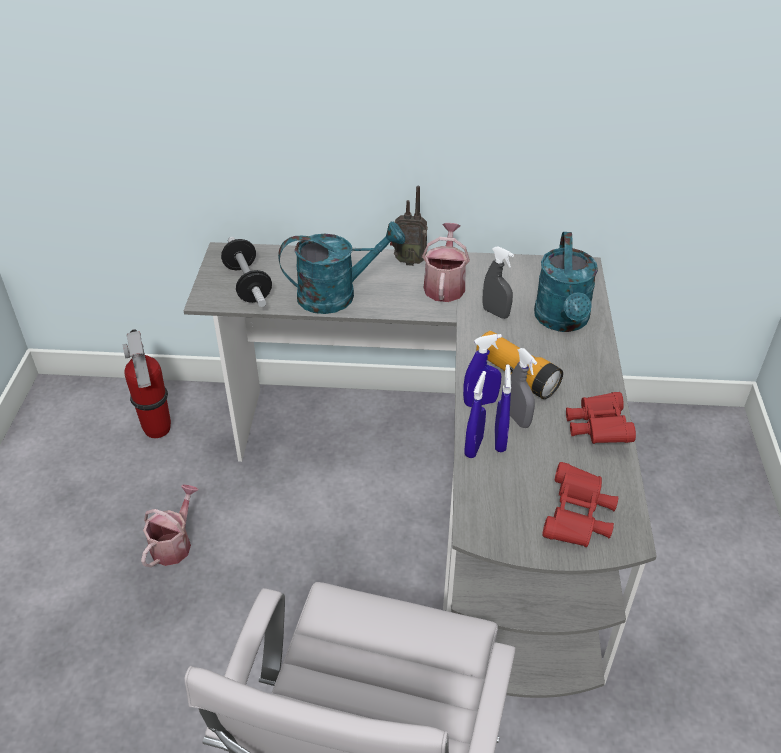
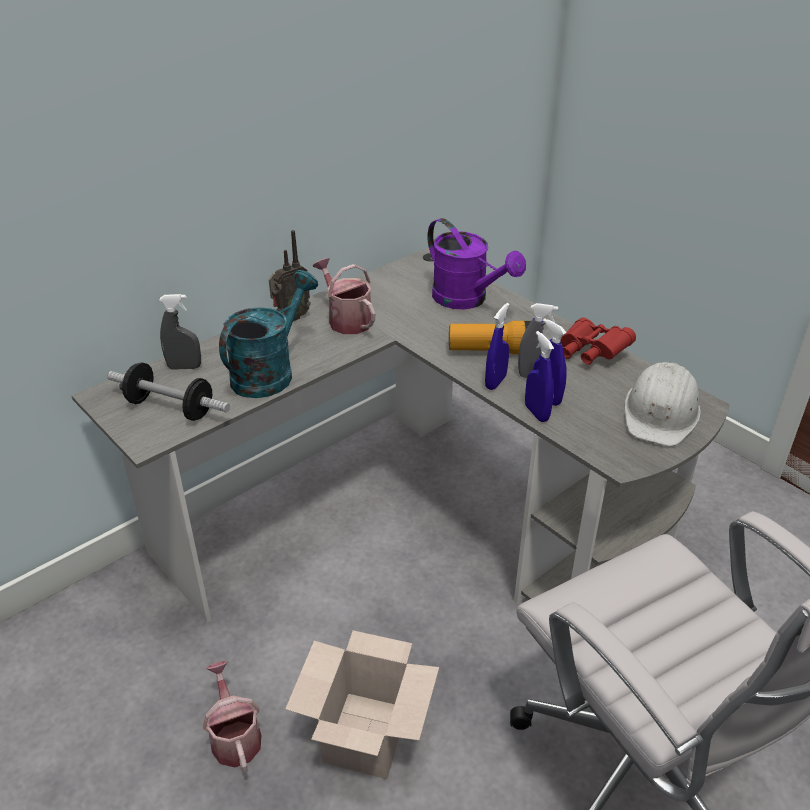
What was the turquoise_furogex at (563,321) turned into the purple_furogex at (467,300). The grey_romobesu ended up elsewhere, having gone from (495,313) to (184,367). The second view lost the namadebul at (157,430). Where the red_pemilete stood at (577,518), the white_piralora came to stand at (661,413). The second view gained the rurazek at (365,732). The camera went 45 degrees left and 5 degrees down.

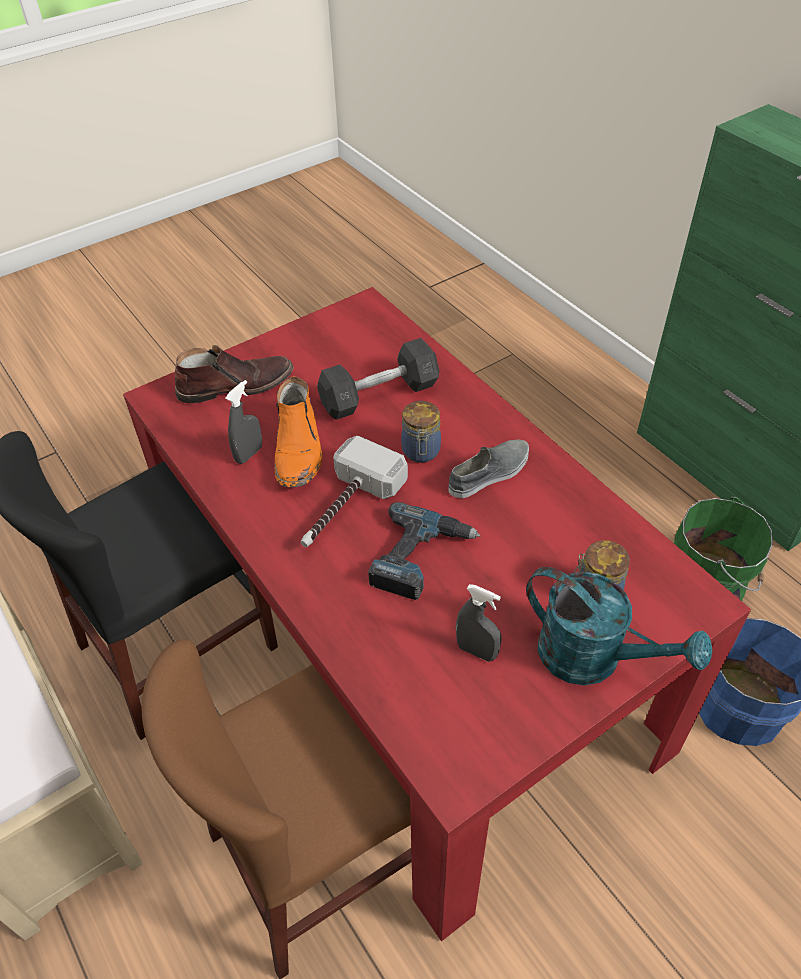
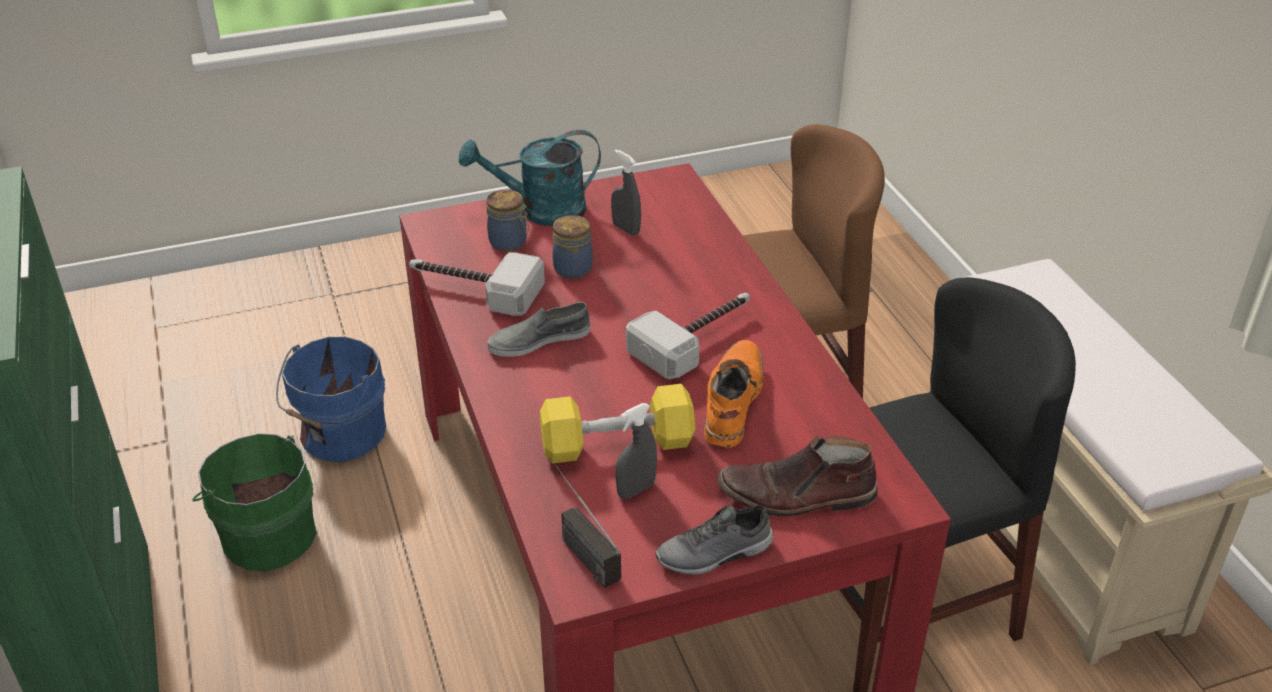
What was the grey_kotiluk at (379,395) turned into the yellow_kotiluk at (617,444). The grey_romobesu ended up elsewhere, having gone from (249,454) to (636,489). The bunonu ended up elsewhere, having gone from (421,452) to (573,268). The second view lost the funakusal at (420,558). The turquoise_furogex at (594,658) ended up facing another way, 60 degrees counterclockwise from before. The second view gained the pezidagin at (473,289). The second view gained the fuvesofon at (577,548). The second view gained the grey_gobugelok at (715,554). The camera went 165 degrees left and 10 degrees down.

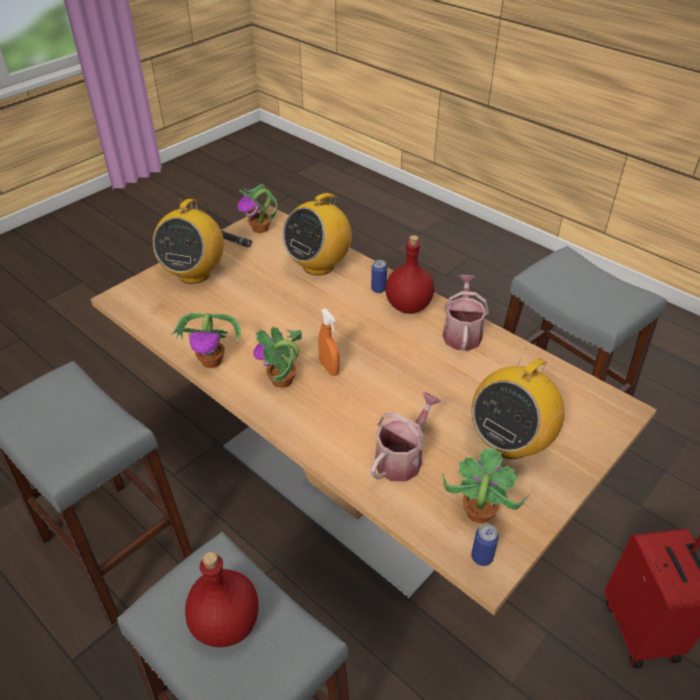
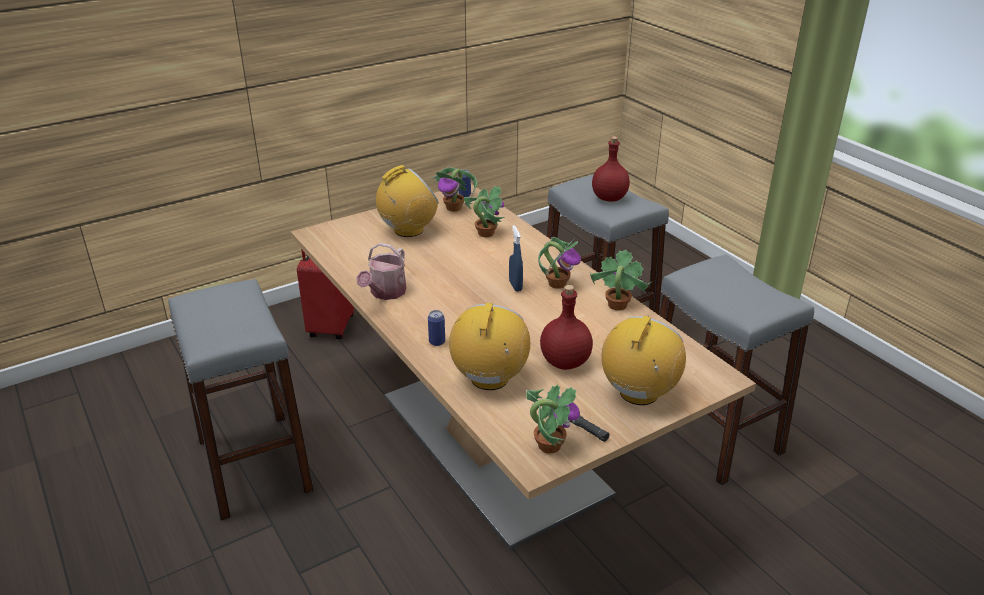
The fuvesofon at (318,265) ended up facing another way, 45 degrees counterclockwise from before. The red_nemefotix ended up elsewhere, having gone from (409,306) to (564,362). What was the orange_romobesu at (329,368) turned into the blue_romobesu at (515,286). Where the furogex stood at (402,458), the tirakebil came to stand at (485,233). The camera went 165 degrees left and 10 degrees down.

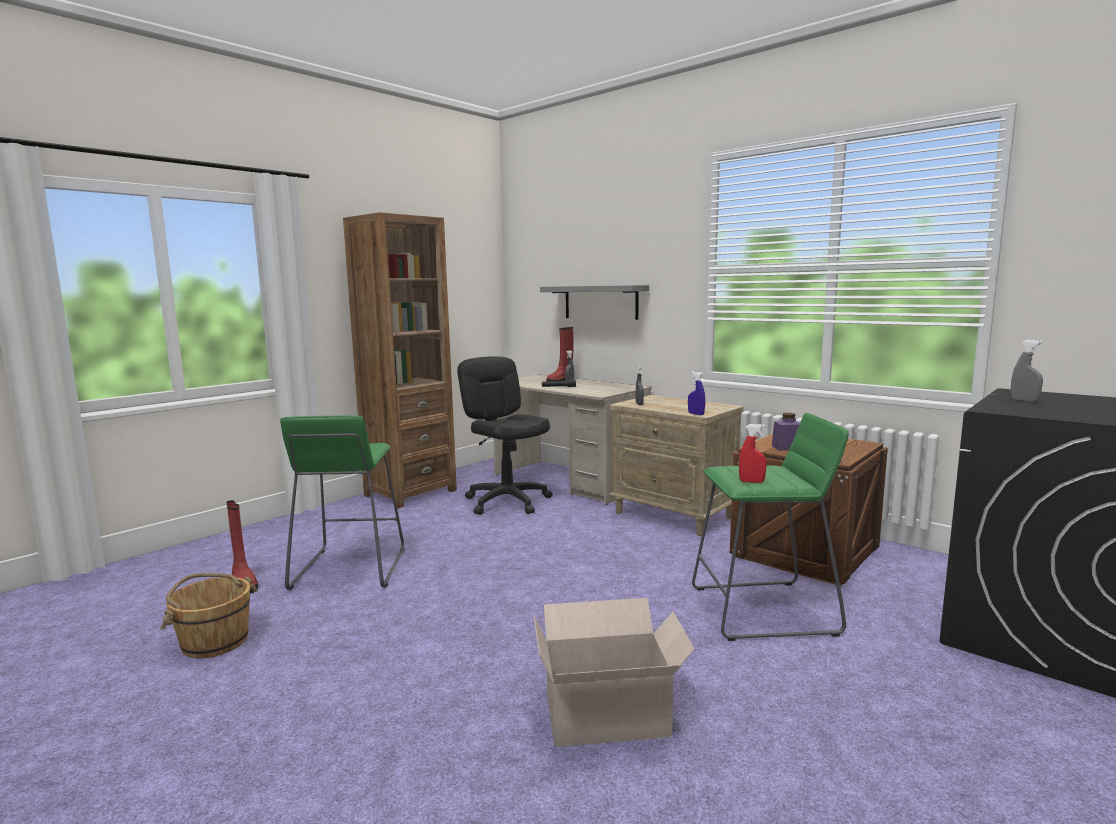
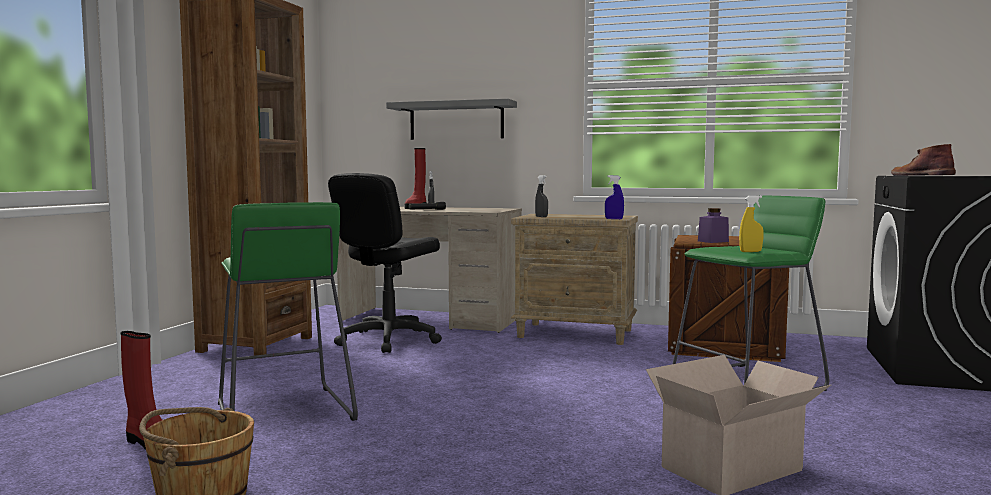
Where the grey_romobesu stood at (1024,400), the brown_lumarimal came to stand at (922,175). The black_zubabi at (507,501) ended up facing another way, 90 degrees counterclockwise from before. What was the red_romobesu at (751,481) turned into the yellow_romobesu at (750,251). The camera went 25 degrees left and 5 degrees down.

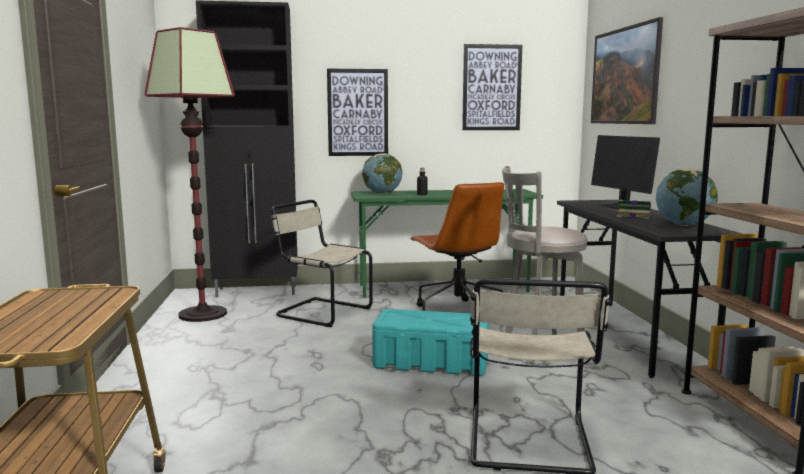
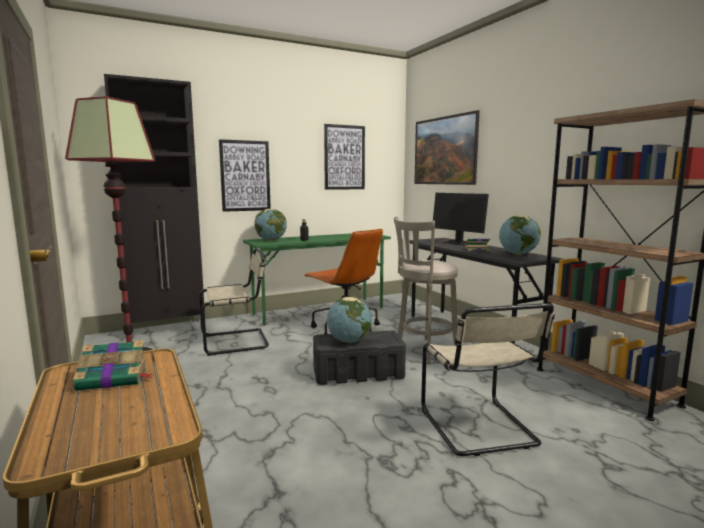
The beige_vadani at (321,312) ended up facing another way, 150 degrees clockwise from before. What was the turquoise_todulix at (432,362) turned into the black_todulix at (359,373). The second view gained the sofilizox at (349,341). The second view gained the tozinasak at (114,378). The camera went 20 degrees left and 0 degrees up.

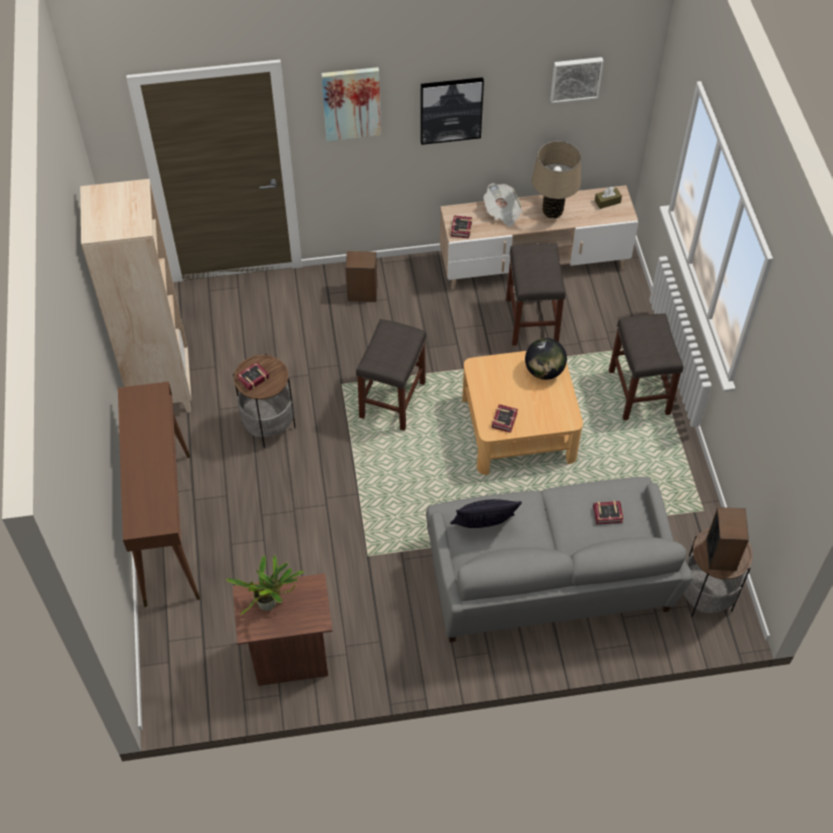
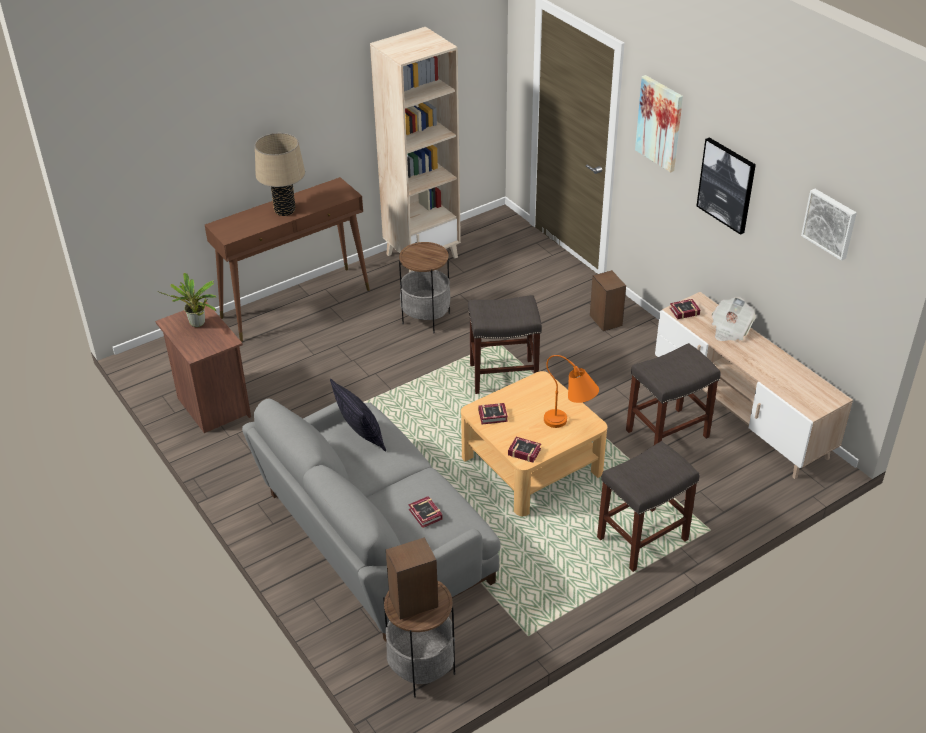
The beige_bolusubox ended up elsewhere, having gone from (552,211) to (285,211). The second view lost the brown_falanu at (607,202). Where the sofilizox stood at (544,371), the orange_bolusubox came to stand at (570,424). The tozinasak ended up elsewhere, having gone from (251,378) to (523,451). The camera went 65 degrees right and 15 degrees down.

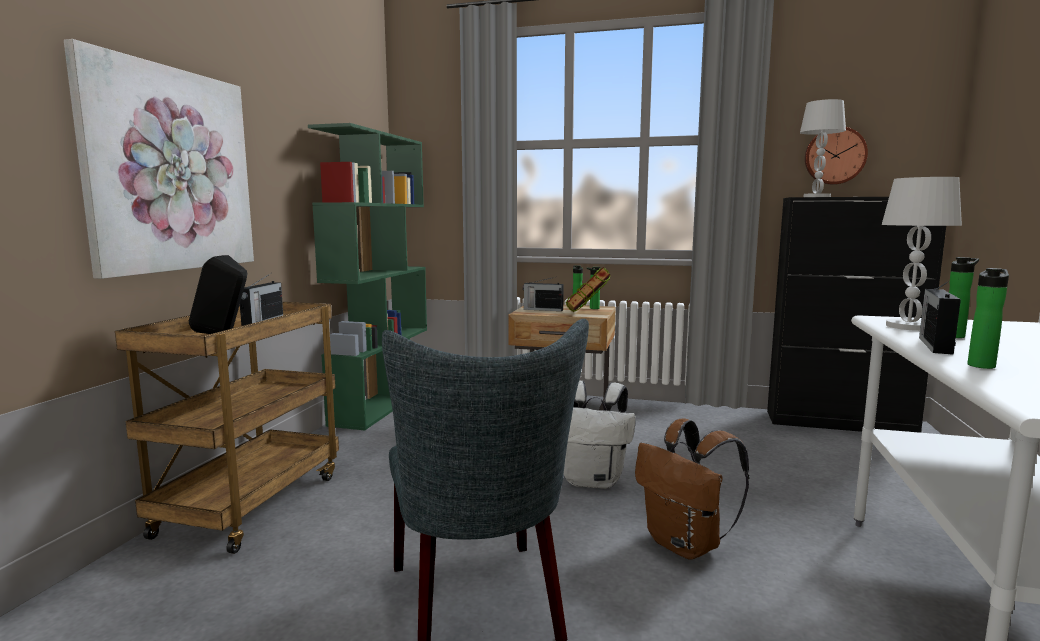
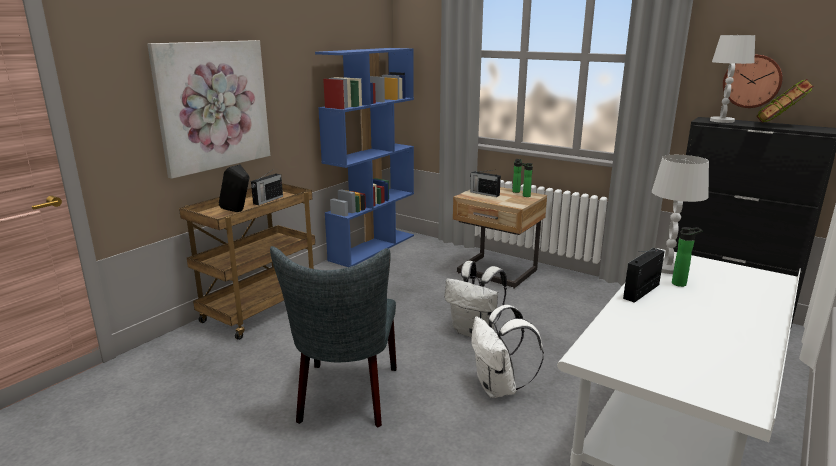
What was the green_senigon at (381,404) turned into the blue_senigon at (372,247). The tozinasak ended up elsewhere, having gone from (587,314) to (778,125). The second view lost the nemefotix at (981,365). What was the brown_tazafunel at (686,545) turned into the white_tazafunel at (499,388). The camera went 20 degrees right and 10 degrees up.

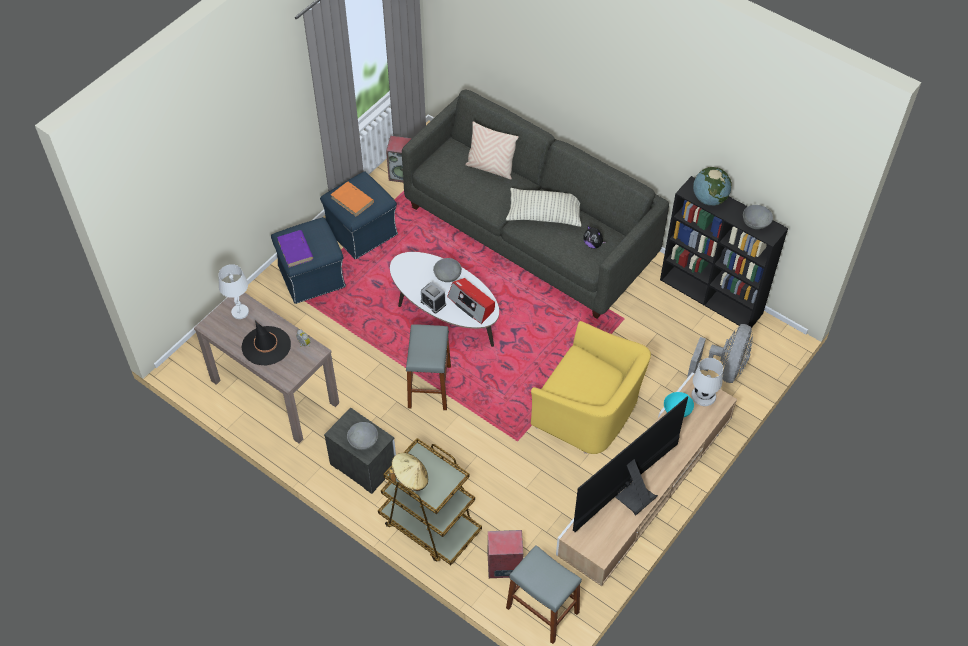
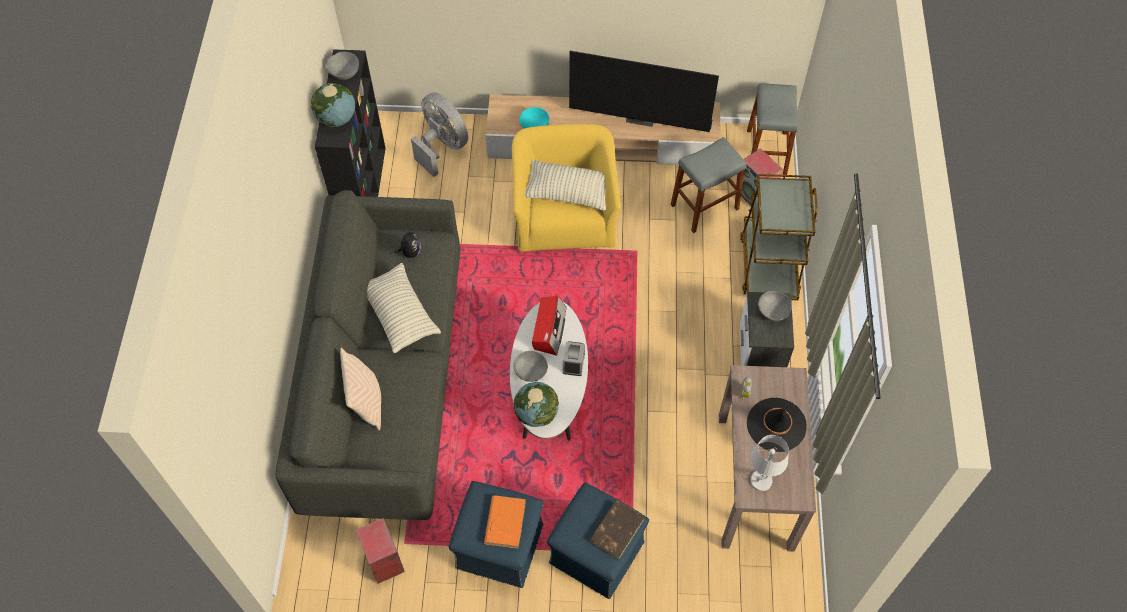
What was the purple_tozinasak at (295,250) turned into the brown_tozinasak at (617,530). The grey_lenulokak ended up elsewhere, having gone from (429,386) to (704,207). The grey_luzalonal at (723,369) ended up facing another way, 60 degrees clockwise from before. The second view lost the white_bolusubox at (703,395). The second view lost the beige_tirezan at (410,478). The second view gained the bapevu at (568,192). The second view gained the sofilizox at (536,414). The camera went 125 degrees left and 5 degrees up.

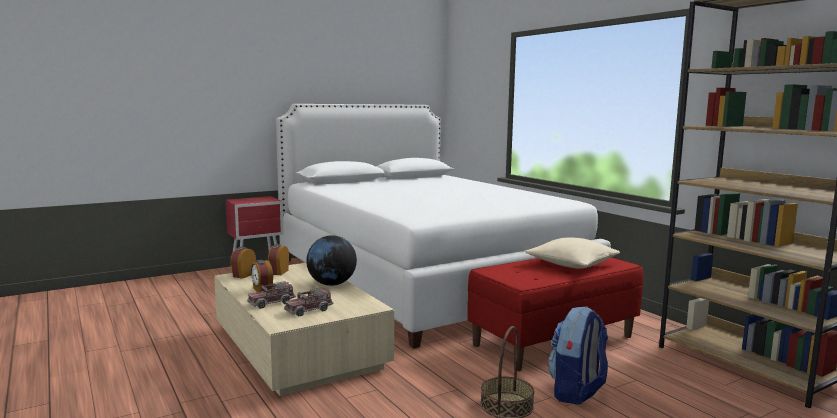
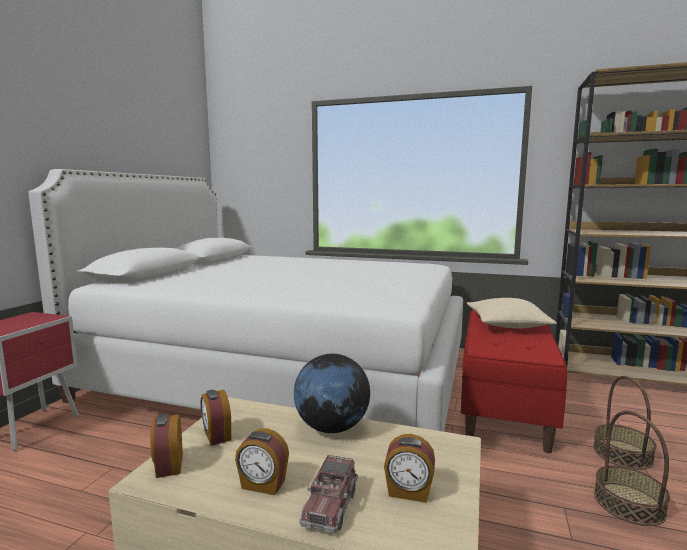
Where the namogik stood at (308,310), the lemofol came to stand at (408,492). Where the tazafunel stood at (576,392), the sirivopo came to stand at (622,454). The camera went 40 degrees left and 0 degrees up.

